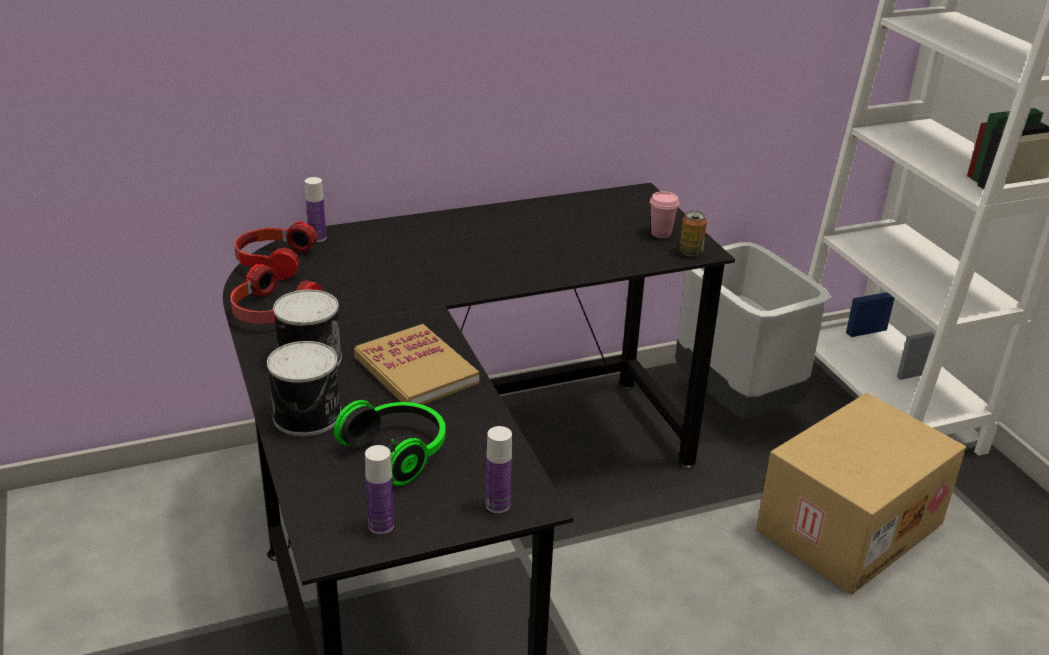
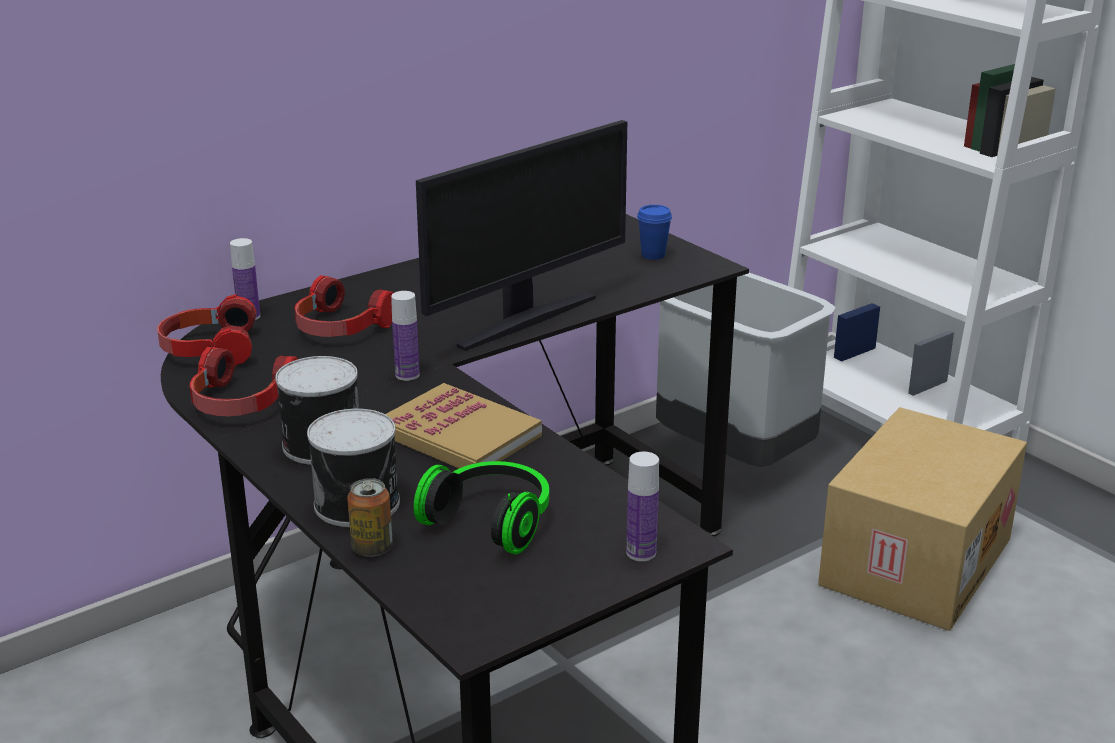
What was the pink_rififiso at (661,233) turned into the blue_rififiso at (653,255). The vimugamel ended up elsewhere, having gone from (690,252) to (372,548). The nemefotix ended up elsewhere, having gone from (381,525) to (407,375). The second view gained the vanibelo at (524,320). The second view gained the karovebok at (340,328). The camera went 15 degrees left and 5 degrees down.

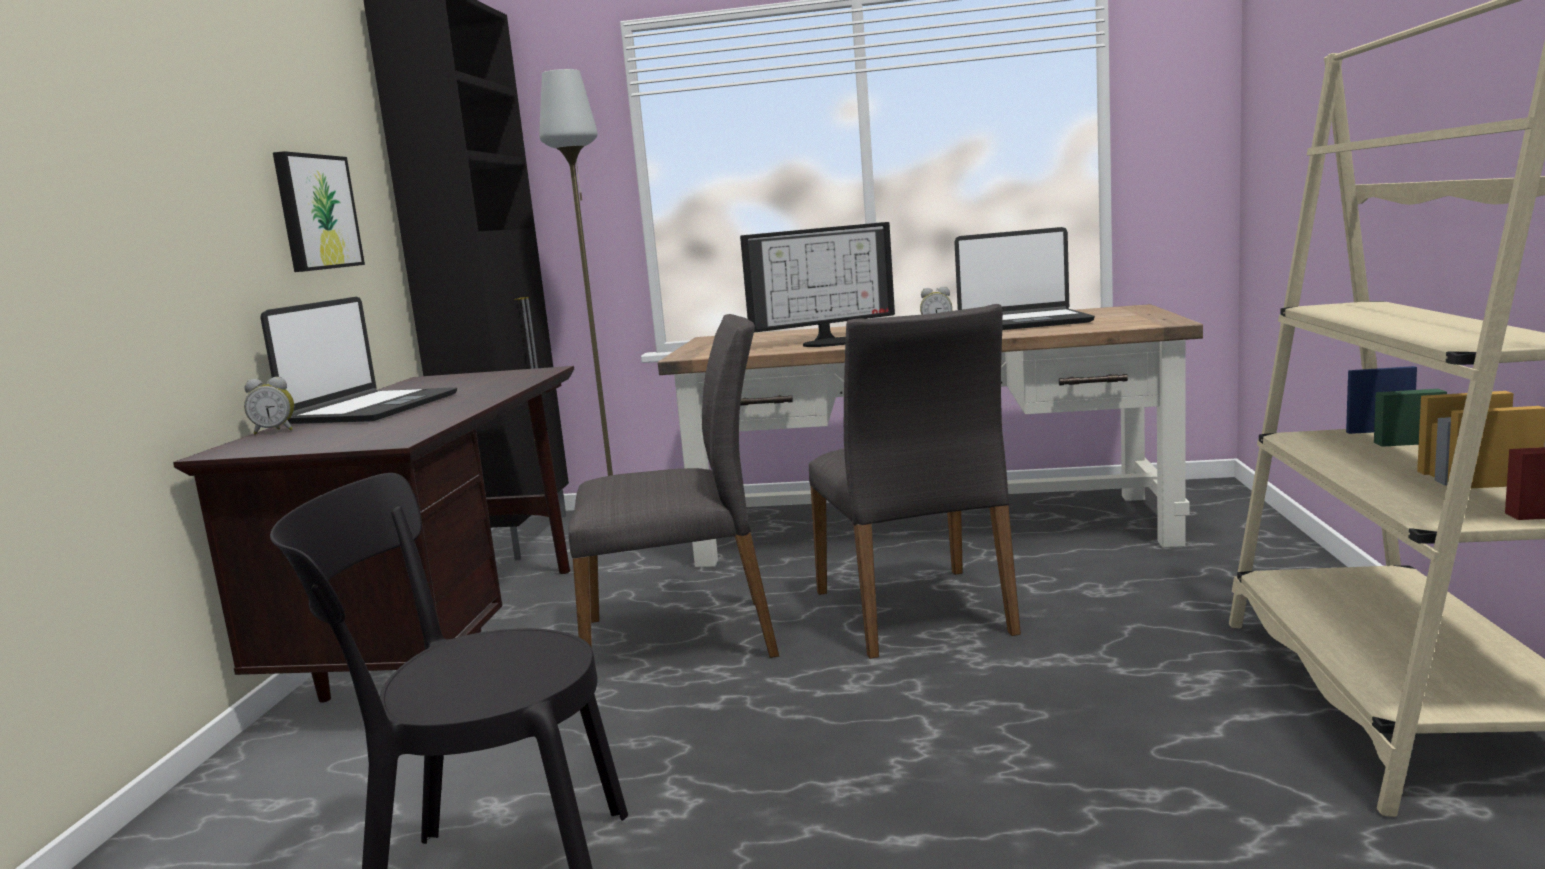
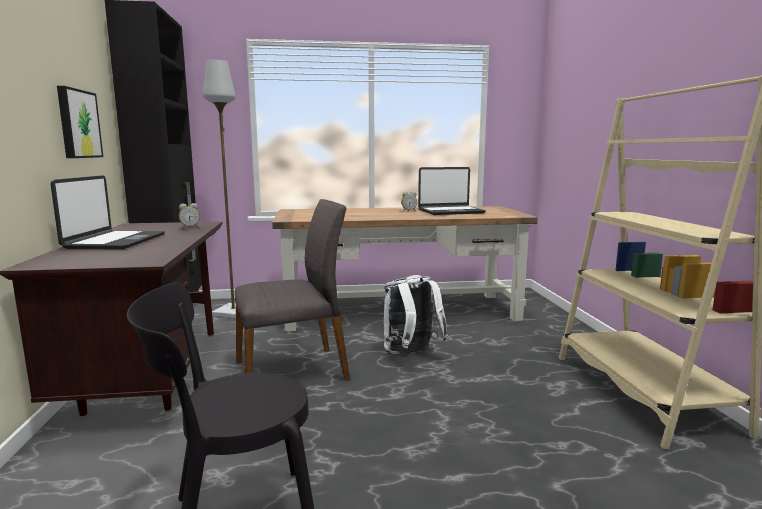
The second view lost the vanibelo at (832,342). Where the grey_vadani stood at (916,612), the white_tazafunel came to stand at (411,354). The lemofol ended up elsewhere, having gone from (275,431) to (190,228). The camera went 15 degrees left and 0 degrees up.

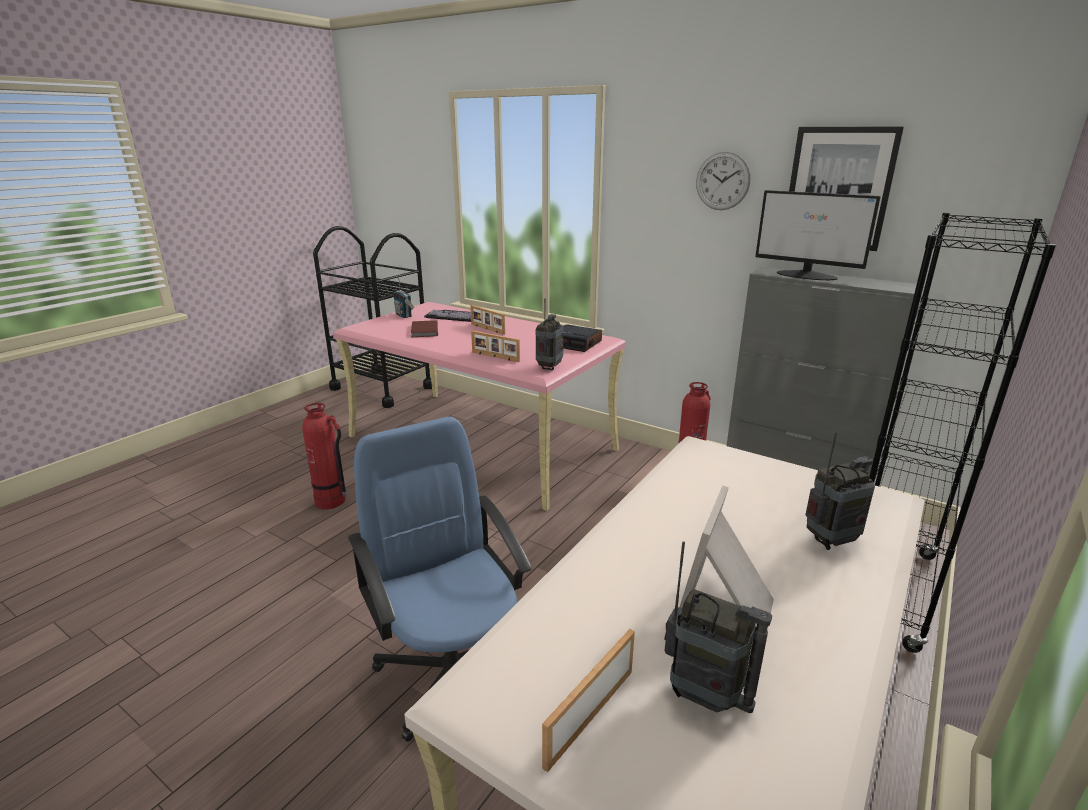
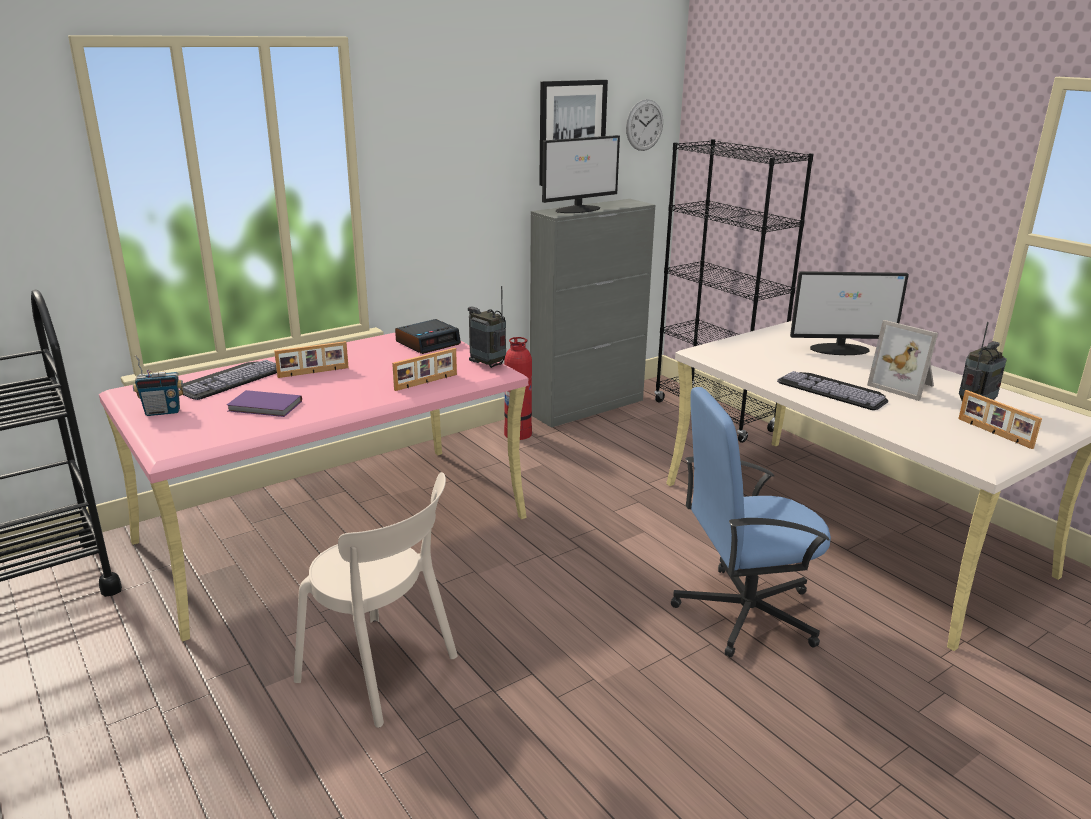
The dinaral ended up elsewhere, having gone from (722,181) to (644,125). What was the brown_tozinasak at (423,331) turned into the purple_tozinasak at (265,407). Where the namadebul stood at (330,501), the beige_vadani came to stand at (383,671). Where the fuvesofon stood at (831,541), the vanibelo came to stand at (840,349). The second view gained the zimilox at (835,390). The camera went 70 degrees left and 0 degrees up.

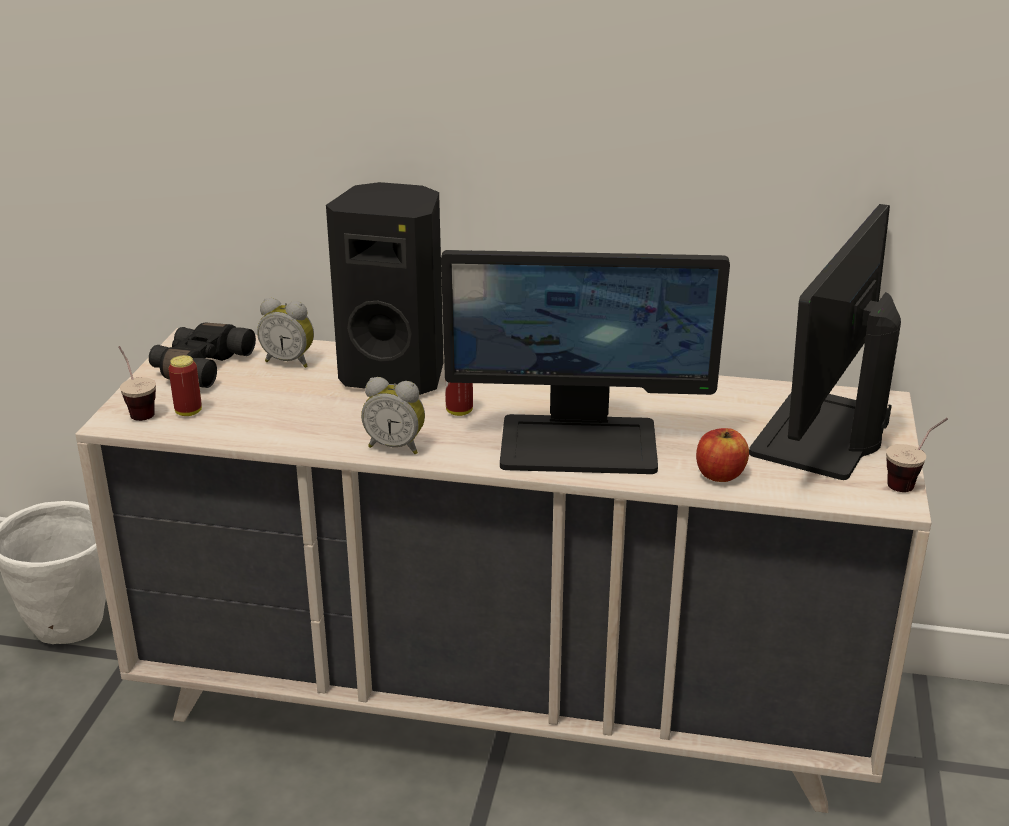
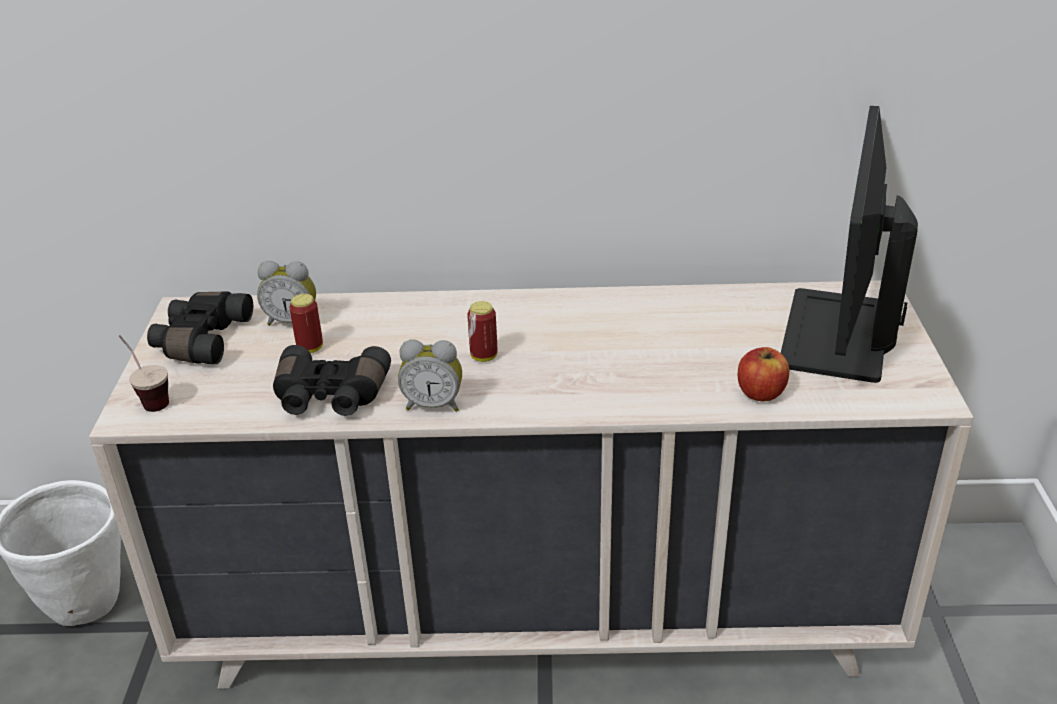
The second view lost the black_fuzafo at (396,375). The second view lost the vanibelo at (580,443). The vimugamel ended up elsewhere, having gone from (188,412) to (310,348). The second view lost the rififiso at (911,482). The second view gained the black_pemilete at (330,397). The camera went 10 degrees left and 5 degrees up.

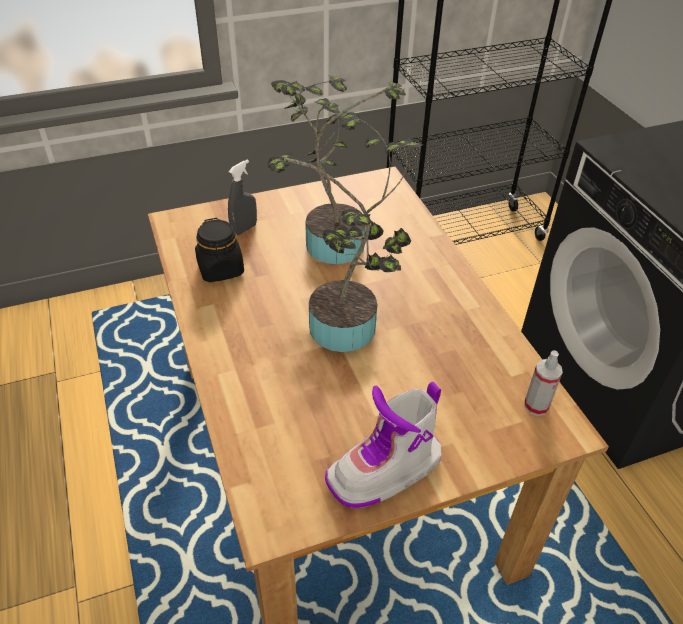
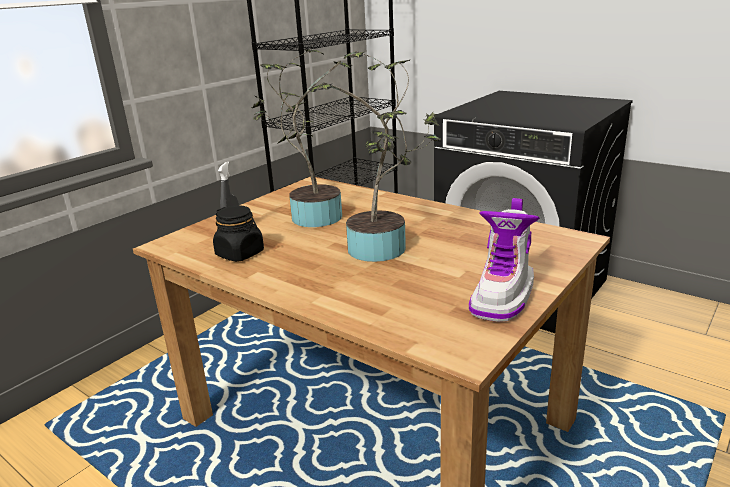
The second view lost the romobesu at (536,406). The camera went 30 degrees left and 20 degrees down.

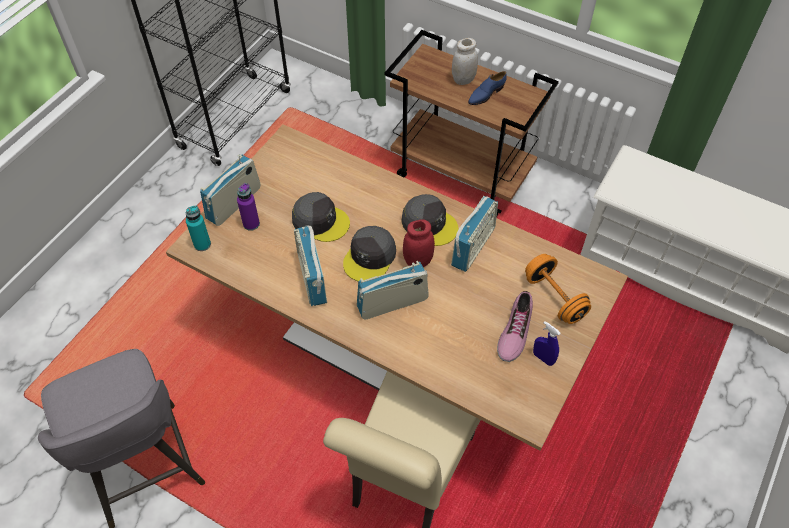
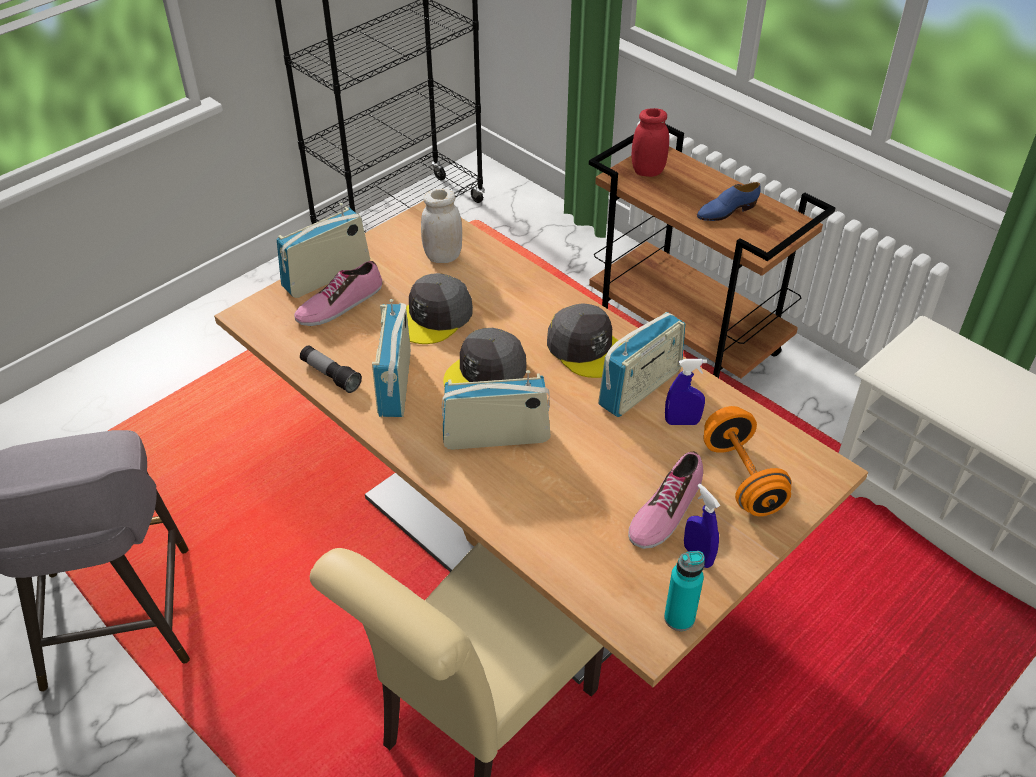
The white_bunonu ended up elsewhere, having gone from (463,80) to (443,256). Where the purple_nemefotix stood at (251,224), the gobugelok came to stand at (339,304). The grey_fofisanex at (320,221) ended up facing another way, 90 degrees clockwise from before. The turquoise_nemefotix ended up elsewhere, having gone from (202,244) to (679,618). The red_bunonu ended up elsewhere, having gone from (418,261) to (647,171). The second view gained the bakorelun at (330,375). The second view gained the blue_romobesu at (682,422). The camera went 15 degrees right and 10 degrees down.

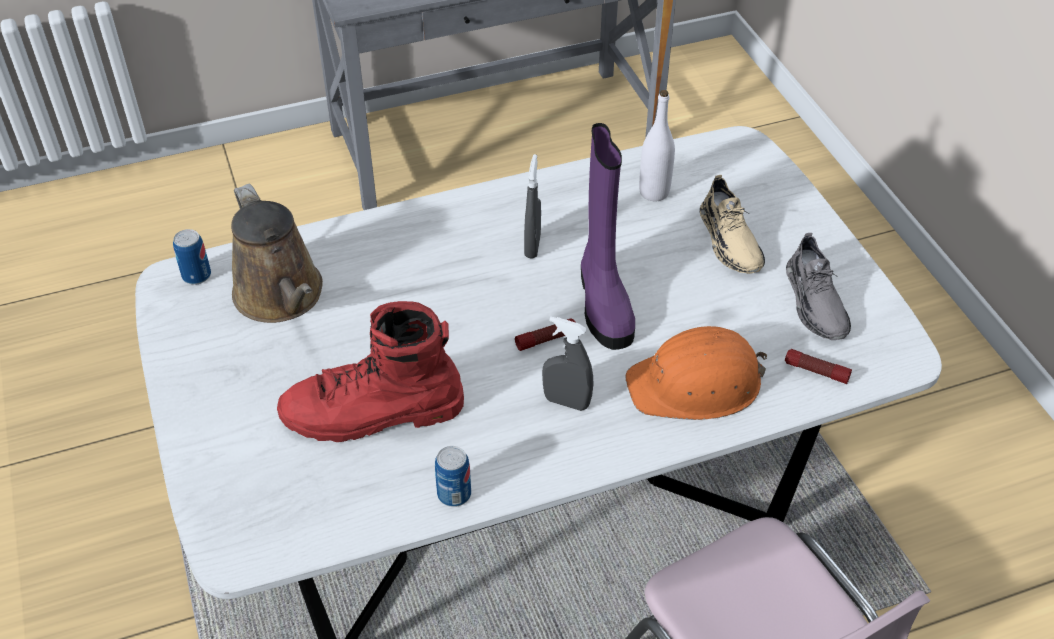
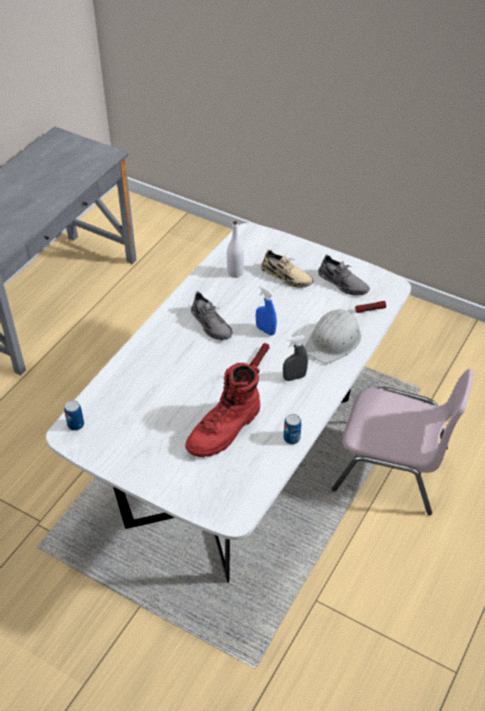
Where the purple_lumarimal stood at (603,303), the blue_romobesu came to stand at (265,330). Where the grey_romobesu stood at (532,246), the grey_gobugelok came to stand at (211,324). The second view lost the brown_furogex at (282,297). What was the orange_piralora at (696,384) turned into the white_piralora at (334,340). The camera went 40 degrees left and 0 degrees up.

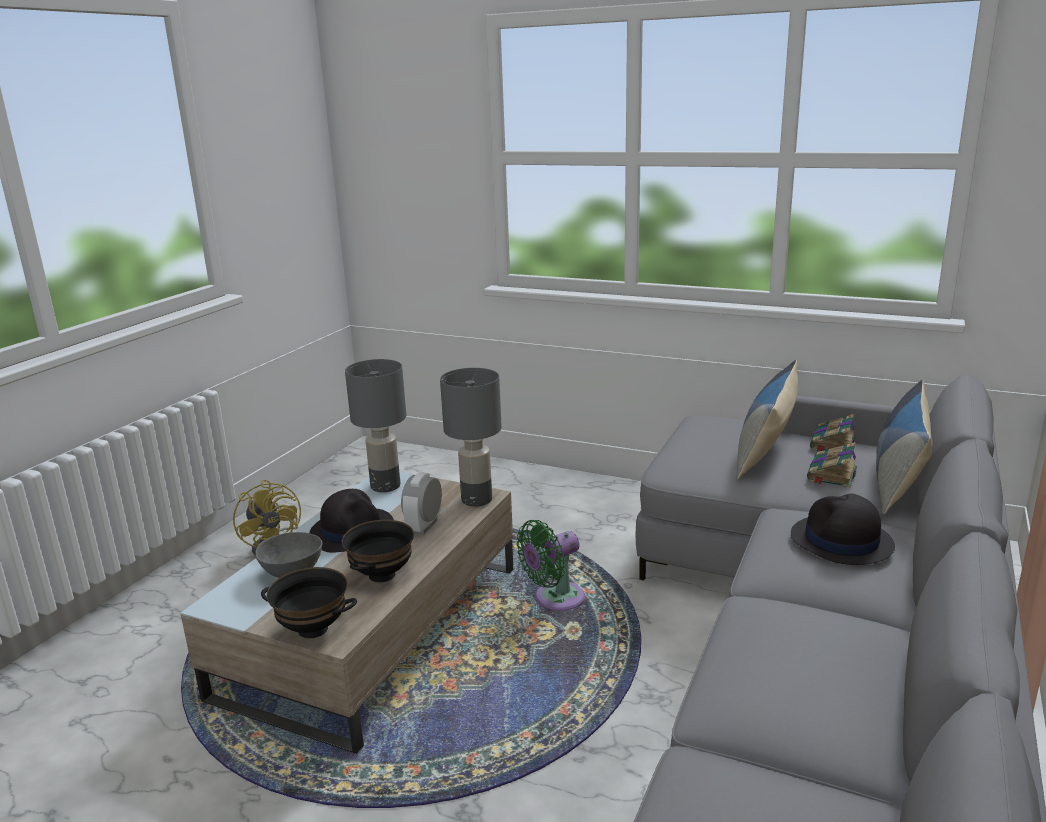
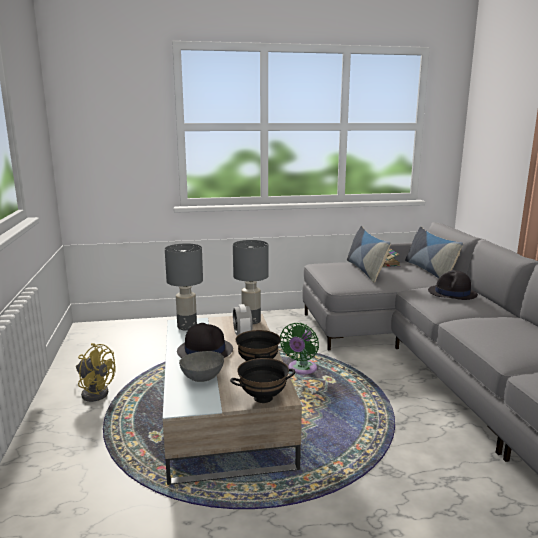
The second view lost the tozinasak at (831,474). The camera went 35 degrees left and 5 degrees down.

